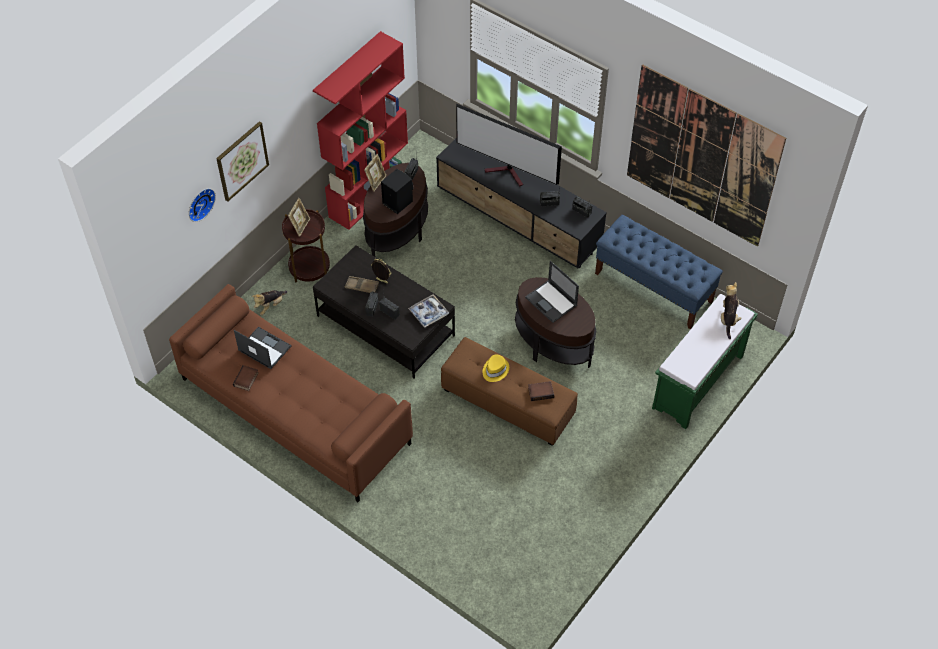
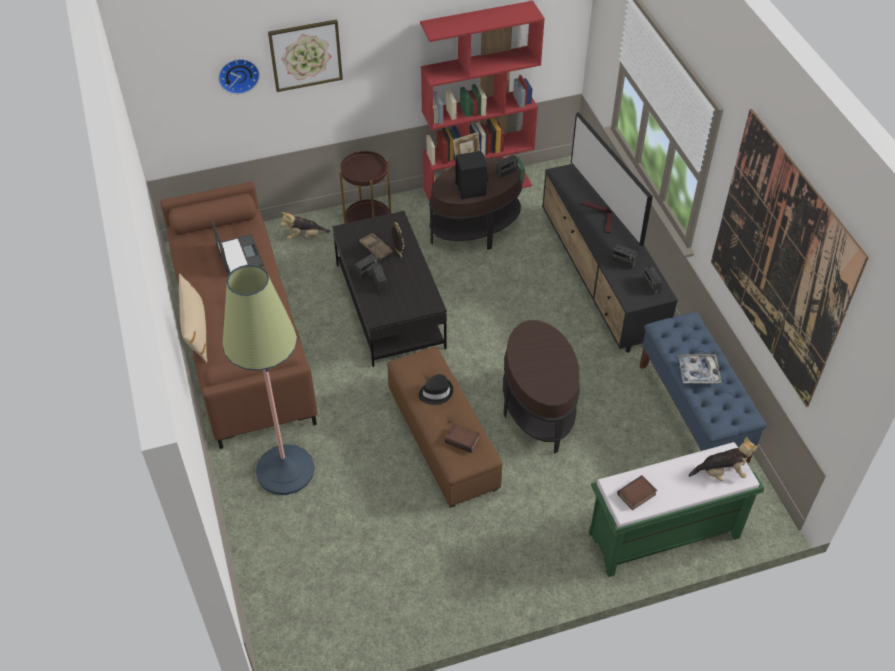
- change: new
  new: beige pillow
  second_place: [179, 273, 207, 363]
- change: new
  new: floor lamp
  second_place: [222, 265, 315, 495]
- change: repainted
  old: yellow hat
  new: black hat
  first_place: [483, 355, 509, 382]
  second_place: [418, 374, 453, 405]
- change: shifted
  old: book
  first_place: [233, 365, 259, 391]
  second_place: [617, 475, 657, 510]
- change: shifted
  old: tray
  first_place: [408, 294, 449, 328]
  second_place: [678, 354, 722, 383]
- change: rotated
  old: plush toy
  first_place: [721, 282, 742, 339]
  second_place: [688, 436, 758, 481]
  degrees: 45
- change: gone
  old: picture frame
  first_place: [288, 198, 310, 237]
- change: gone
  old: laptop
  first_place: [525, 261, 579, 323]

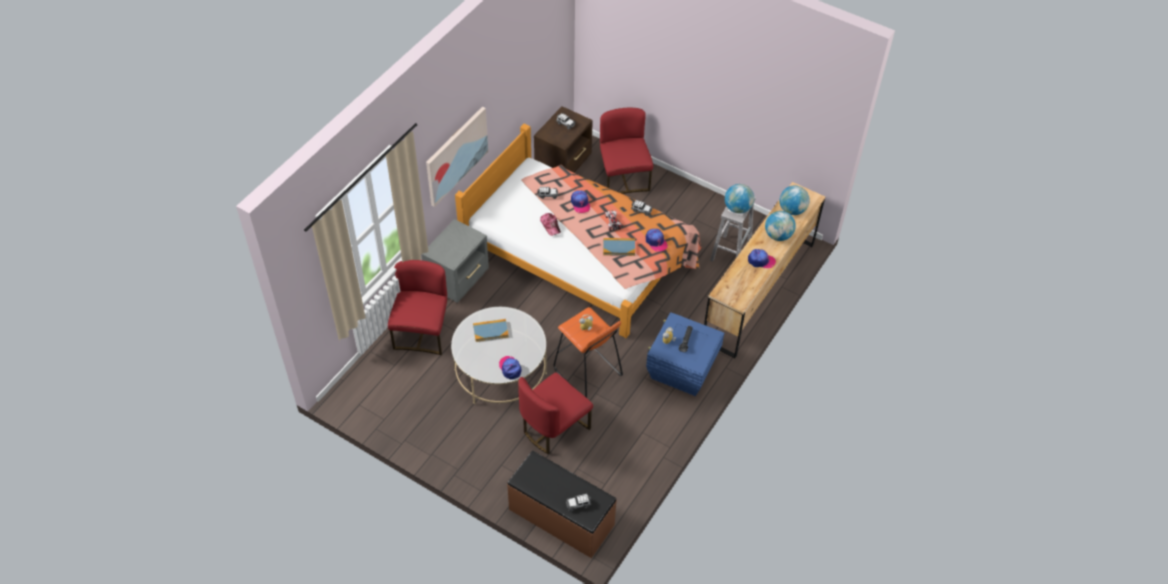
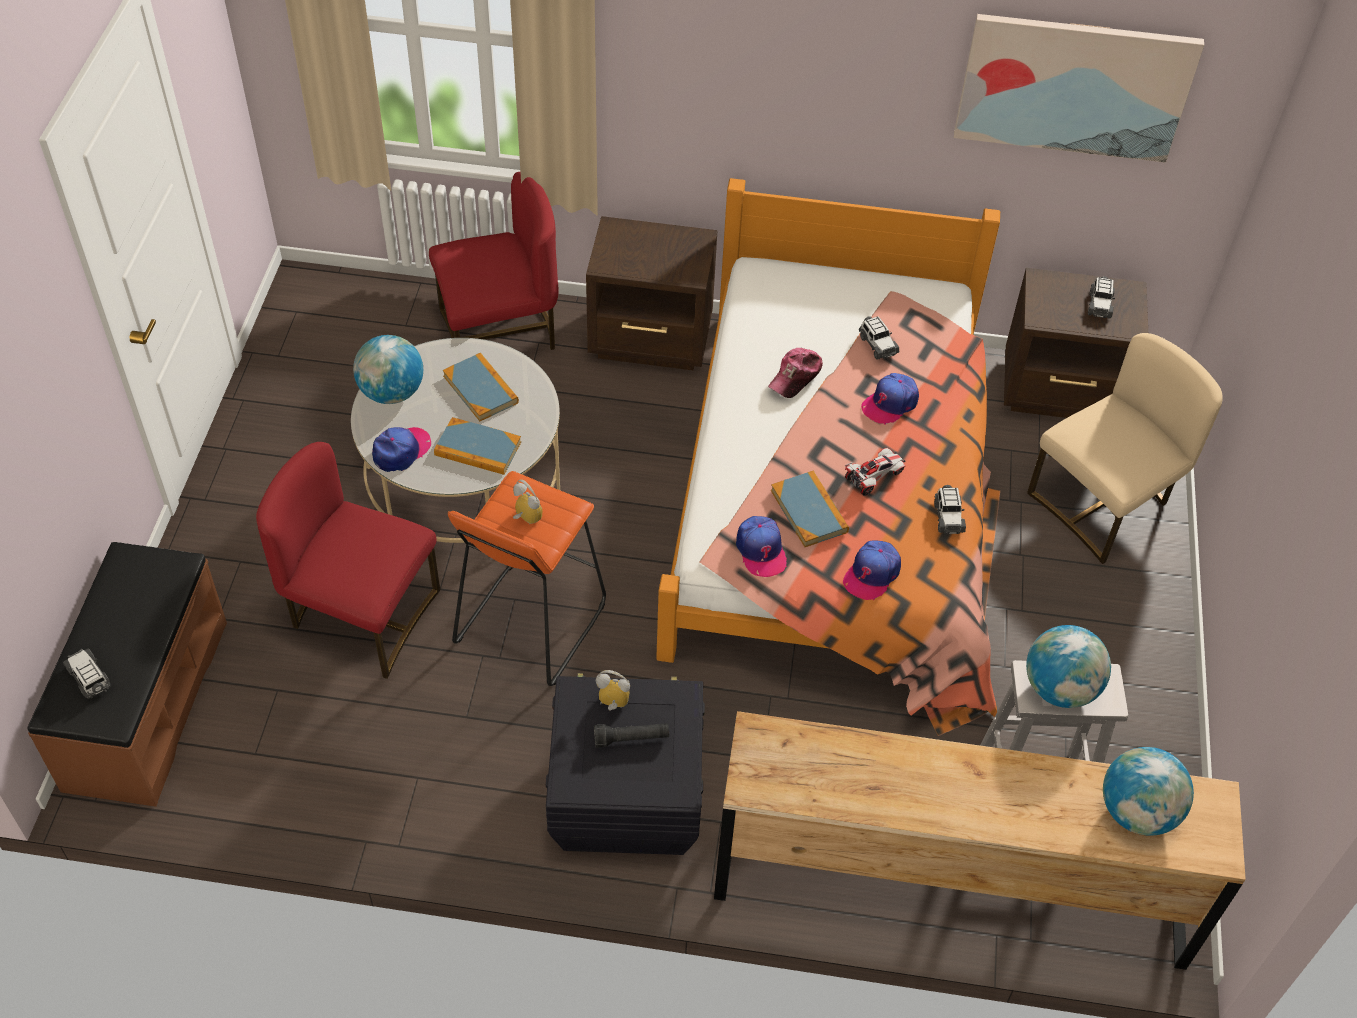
- change: shifted
  old: globe
  first_place: [765, 211, 796, 241]
  second_place: [353, 335, 423, 404]
- change: new
  new: book
  second_place: [434, 417, 521, 475]
- change: repainted
  old: blue storage box
  new: black storage box
  first_place: [646, 312, 724, 396]
  second_place: [546, 673, 705, 855]
- change: repainted
  old: grey nightstand
  new: brown nightstand
  first_place: [421, 219, 489, 303]
  second_place: [586, 216, 717, 370]
- change: shifted
  old: cap
  first_place: [748, 249, 776, 268]
  second_place: [736, 516, 787, 577]
- change: shifted
  old: picture
  first_place: [426, 107, 489, 207]
  second_place: [954, 14, 1204, 163]
- change: repainted
  old: red chair
  new: beige chair
  first_place: [600, 108, 653, 194]
  second_place: [1027, 333, 1223, 564]

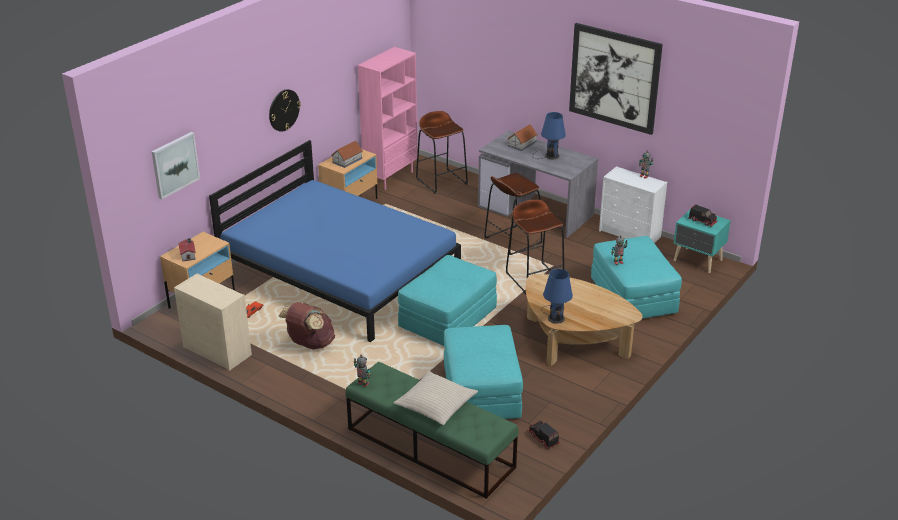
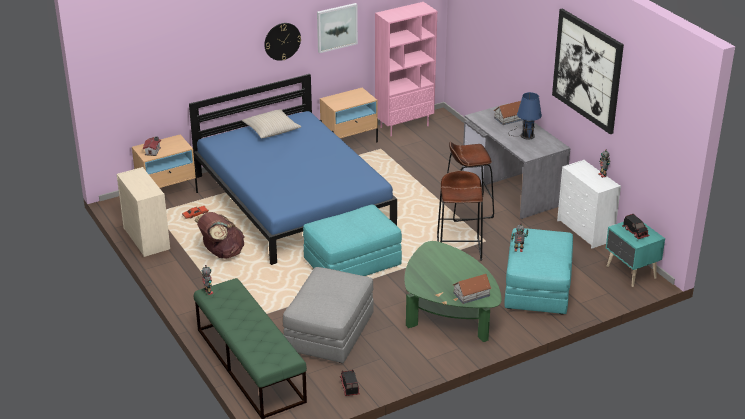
- change: shifted
  old: beige pillow
  first_place: [394, 371, 478, 425]
  second_place: [242, 109, 302, 138]
- change: repainted
  old: turquoise ottoman
  new: grey ottoman
  first_place: [444, 325, 523, 419]
  second_place: [283, 267, 374, 363]
- change: shifted
  old: picture
  first_place: [151, 132, 200, 200]
  second_place: [317, 3, 358, 53]
- change: repainted
  old: brown coffee table
  new: green coffee table
  first_place: [526, 274, 643, 366]
  second_place: [405, 241, 501, 342]
- change: shifted
  old: toy house
  first_place: [331, 141, 362, 168]
  second_place: [453, 274, 491, 304]
- change: gone
  old: brown stool
  first_place: [416, 111, 468, 194]
- change: gone
  old: blue table lamp
  first_place: [541, 269, 573, 324]

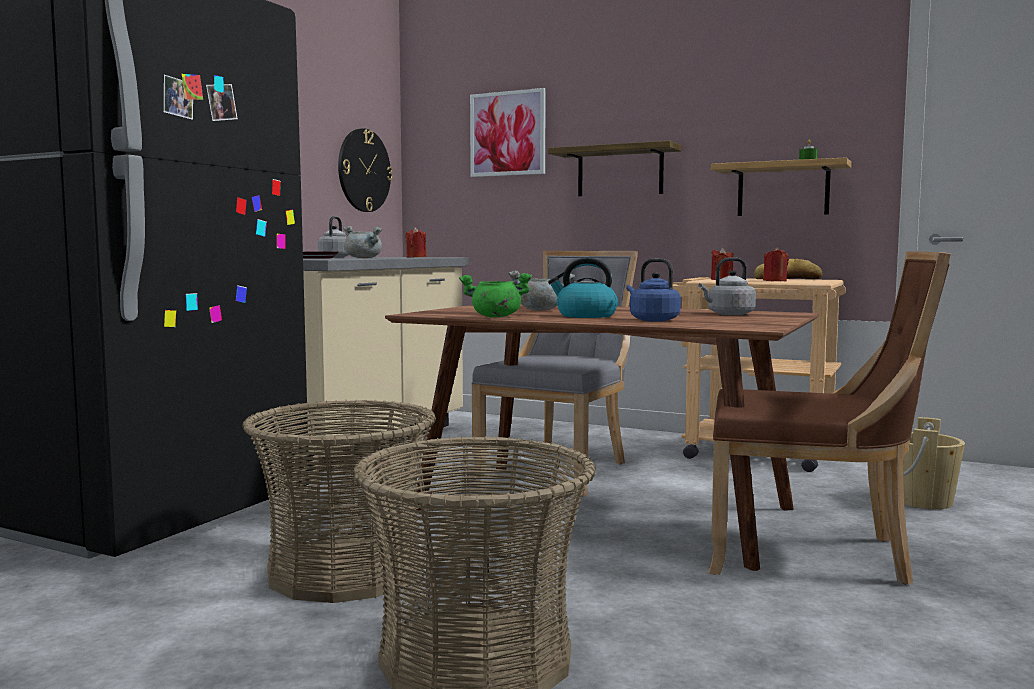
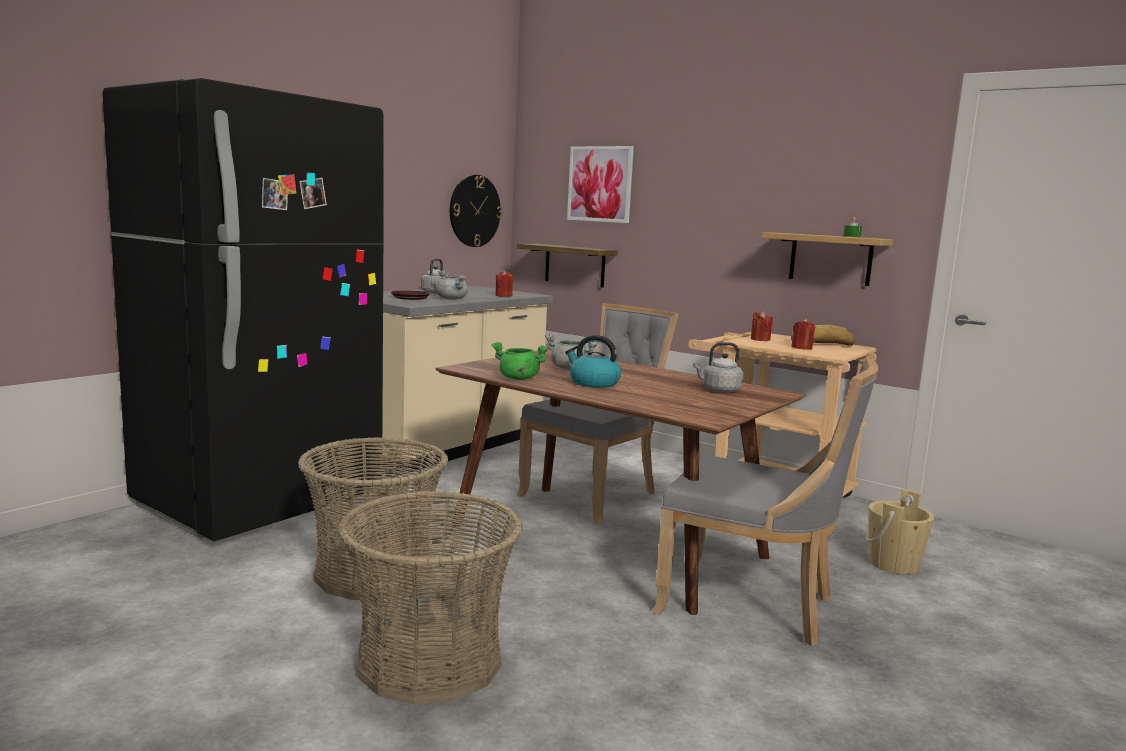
- change: shifted
  old: shelf
  first_place: [548, 141, 681, 196]
  second_place: [517, 244, 618, 288]
- change: repainted
  old: brown chair
  new: grey chair
  first_place: [709, 251, 951, 585]
  second_place: [652, 357, 878, 646]
- change: gone
  old: blue kettle
  first_place: [626, 258, 680, 322]

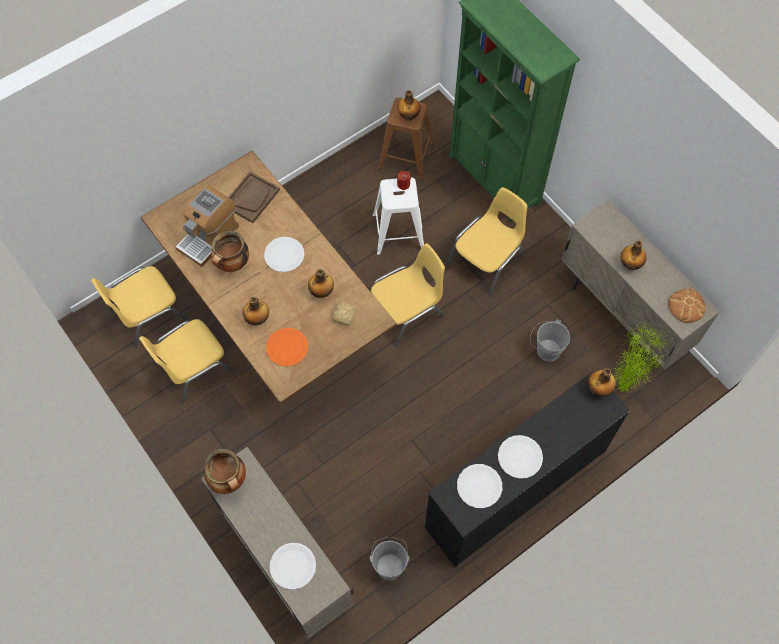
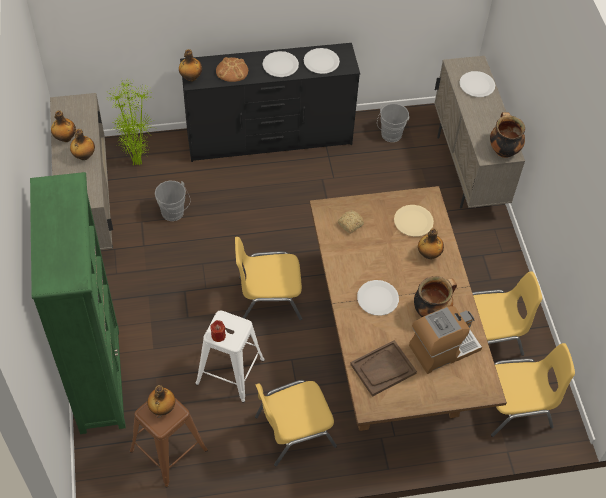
- change: shifted
  old: bottle
  first_place: [308, 269, 334, 298]
  second_place: [51, 111, 76, 142]
- change: shifted
  old: bread
  first_place: [668, 288, 706, 323]
  second_place: [216, 57, 248, 82]
- change: shifted
  old: yellow chair
  first_place: [447, 187, 527, 295]
  second_place: [255, 380, 337, 466]
- change: repainted
  old: orange plate
  new: beige plate
  first_place: [266, 328, 308, 366]
  second_place: [394, 205, 434, 237]

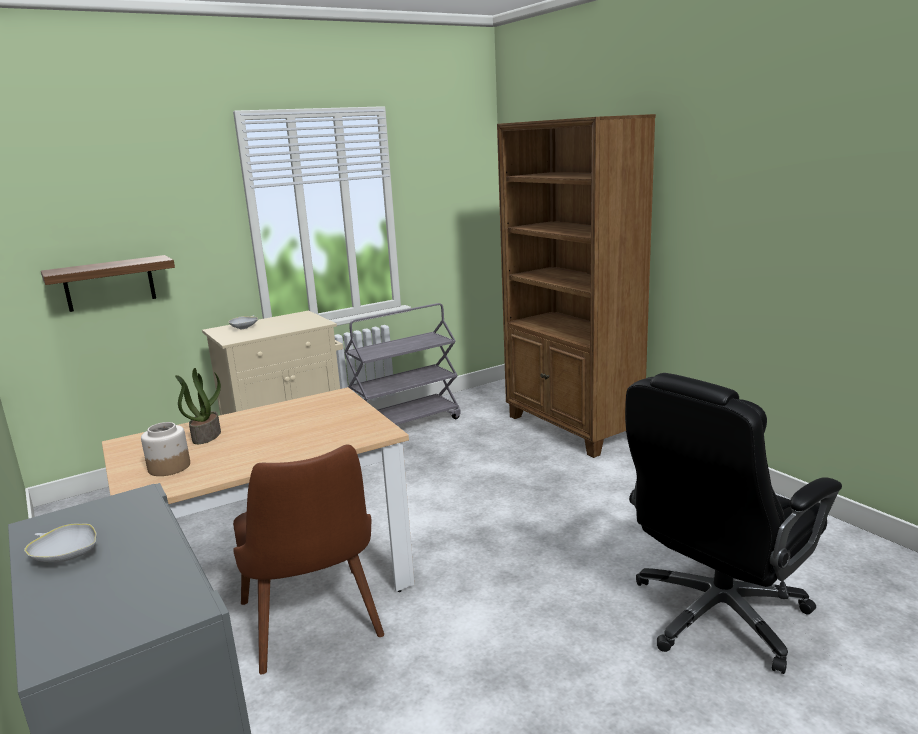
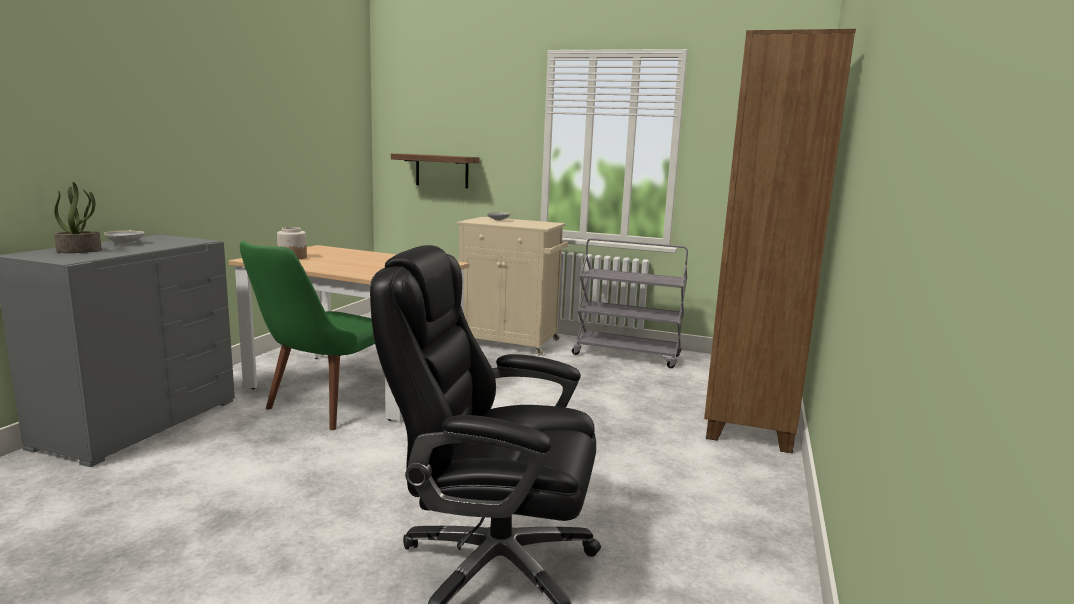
- change: shifted
  old: potted plant
  first_place: [175, 368, 221, 444]
  second_place: [54, 182, 102, 253]
- change: repainted
  old: brown chair
  new: green chair
  first_place: [233, 445, 384, 674]
  second_place: [240, 241, 375, 430]

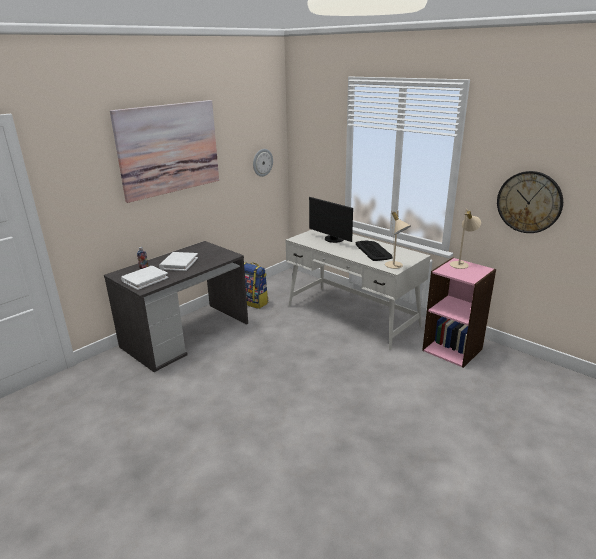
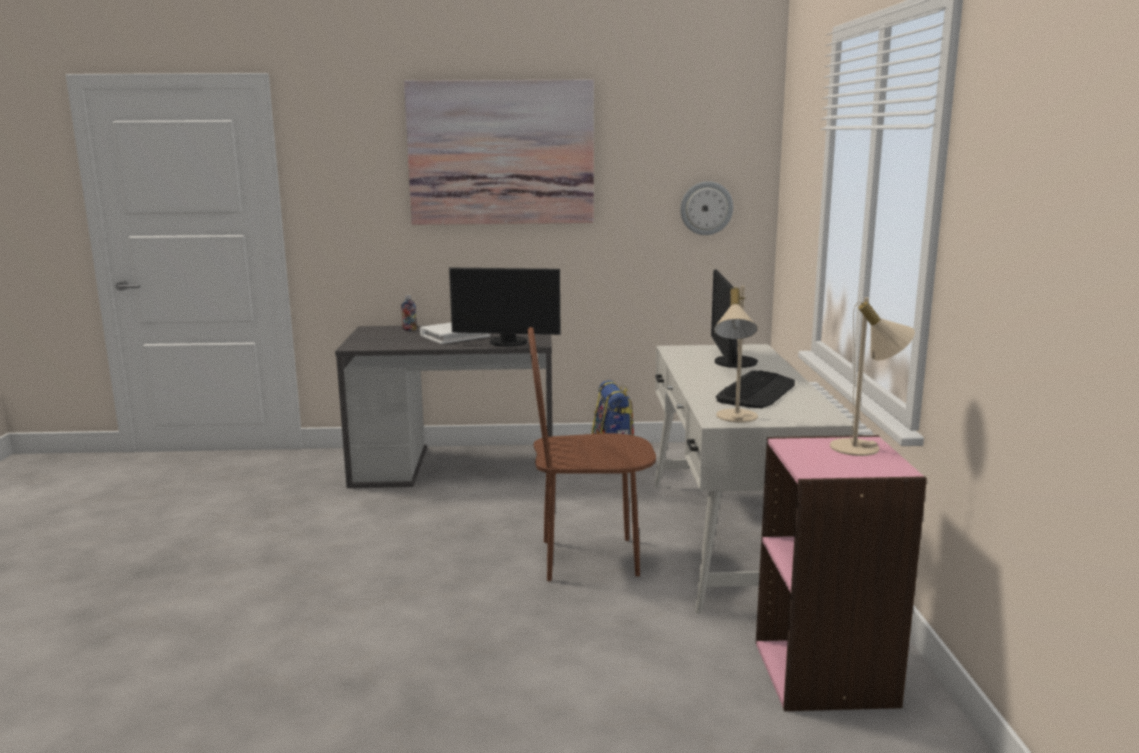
- change: new
  new: monitor
  second_place: [449, 268, 561, 347]
- change: new
  new: brown chair
  second_place: [528, 327, 656, 582]
- change: gone
  old: white book
  first_place: [121, 266, 168, 290]
- change: gone
  old: wall clock
  first_place: [497, 171, 563, 233]

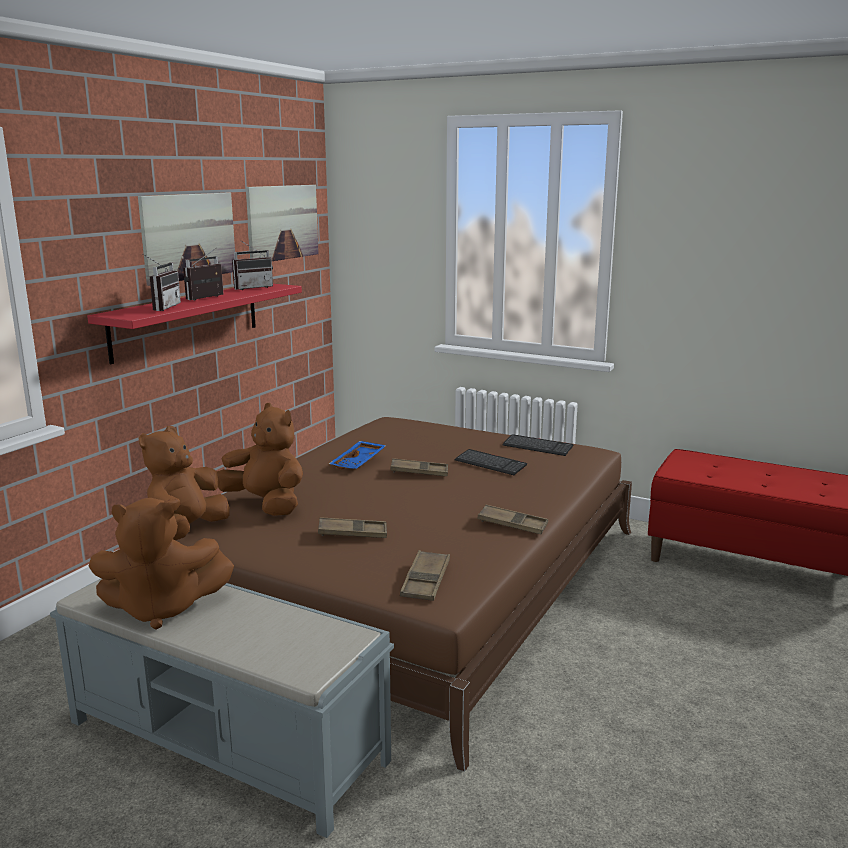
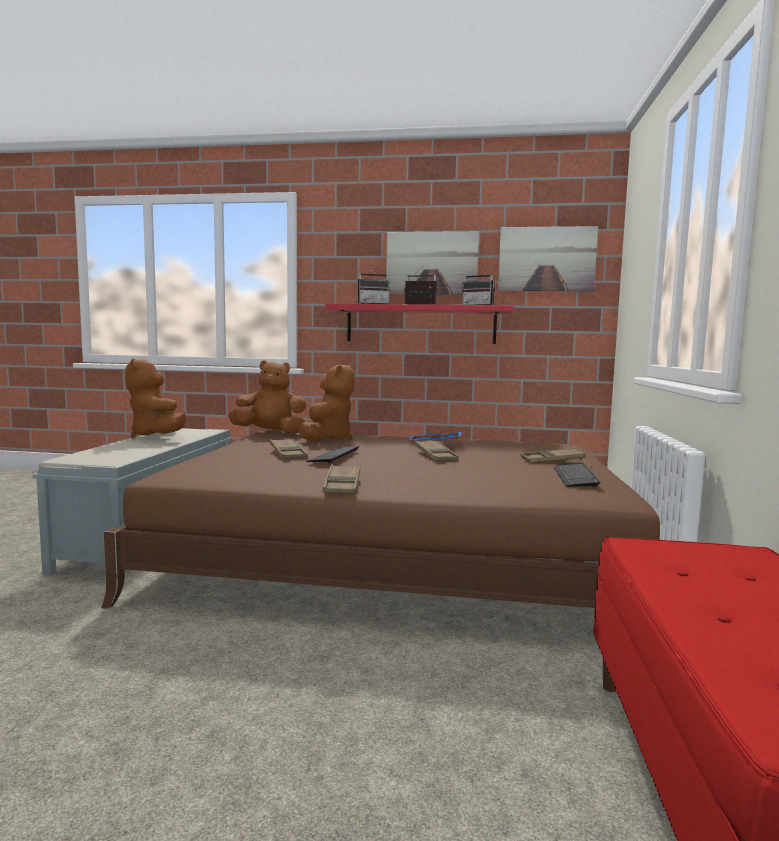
- change: shifted
  old: keyboard
  first_place: [455, 449, 527, 475]
  second_place: [306, 446, 359, 464]
- change: shifted
  old: brown tray
  first_place: [400, 550, 450, 601]
  second_place: [521, 448, 586, 463]

